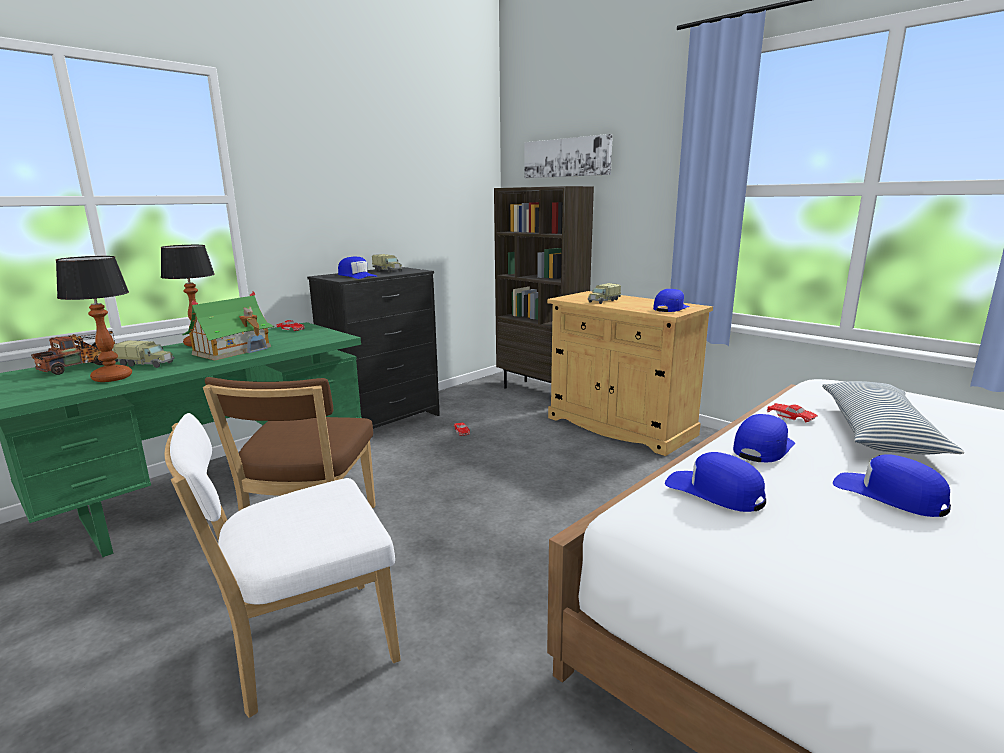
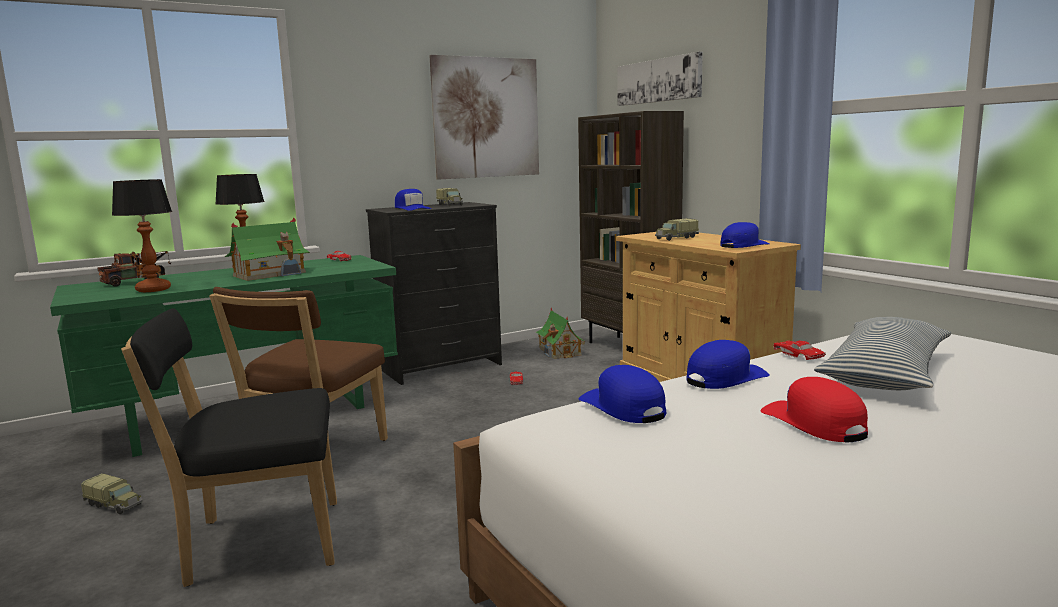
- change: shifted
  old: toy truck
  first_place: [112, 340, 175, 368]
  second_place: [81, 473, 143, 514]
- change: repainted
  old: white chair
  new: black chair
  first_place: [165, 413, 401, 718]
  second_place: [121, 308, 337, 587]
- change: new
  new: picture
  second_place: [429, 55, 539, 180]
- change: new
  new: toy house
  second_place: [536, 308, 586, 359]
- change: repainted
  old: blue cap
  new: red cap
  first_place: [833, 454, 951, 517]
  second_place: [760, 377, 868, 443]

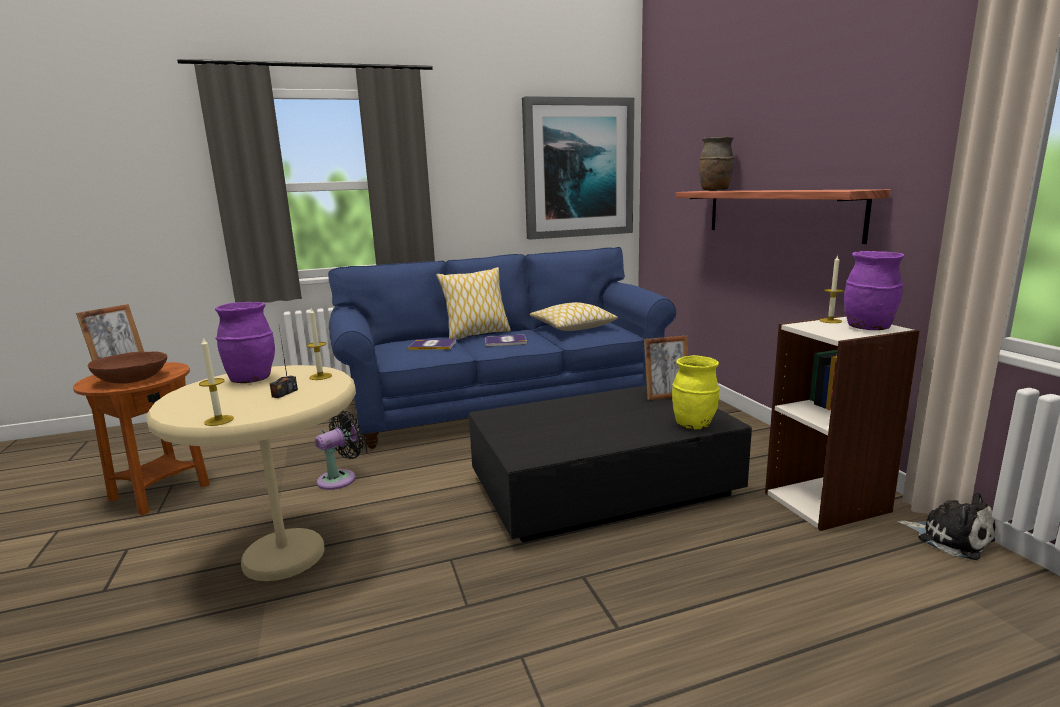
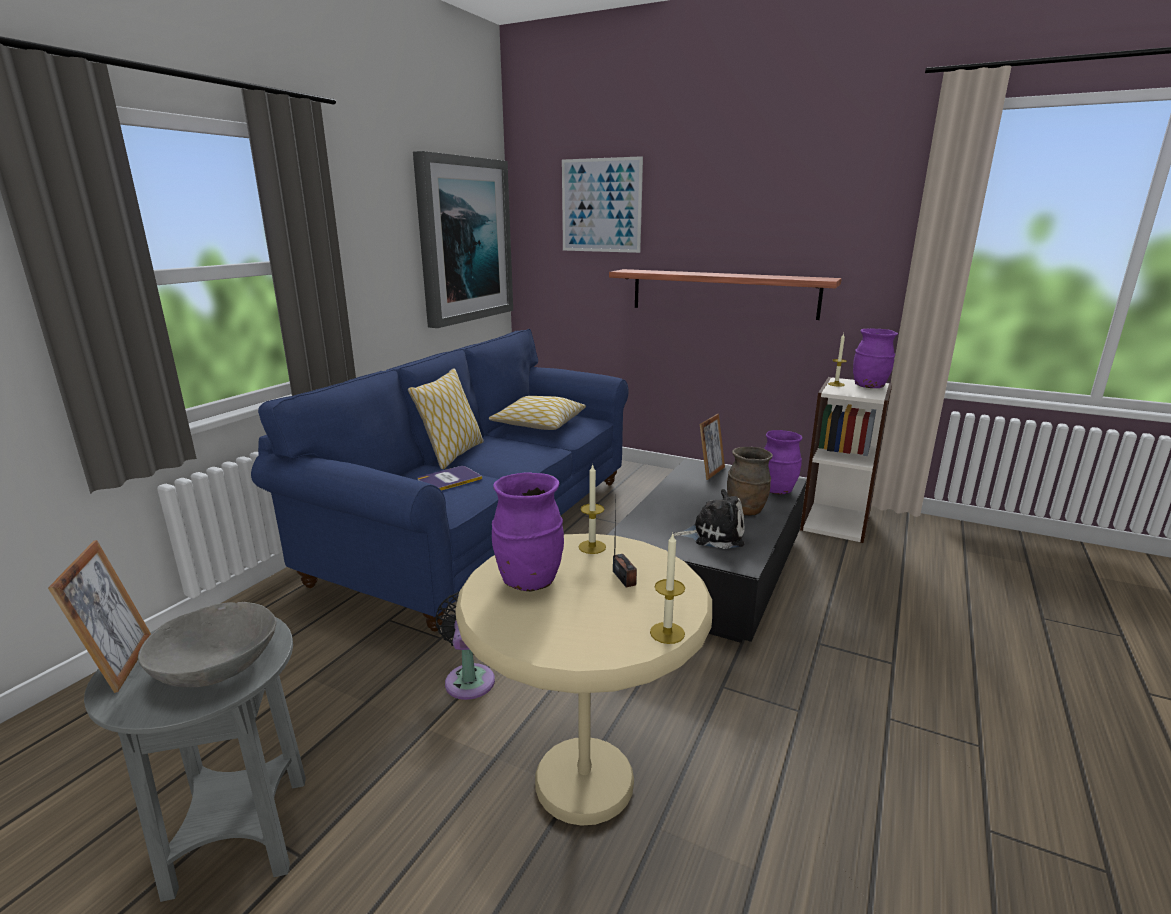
- change: repainted
  old: brown side table
  new: grey side table
  first_place: [73, 362, 210, 516]
  second_place: [84, 617, 306, 902]
- change: repainted
  old: brown bowl
  new: grey bowl
  first_place: [88, 351, 167, 384]
  second_place: [138, 602, 277, 687]
- change: new
  new: picture
  second_place: [562, 156, 643, 253]
- change: shifted
  old: plush toy
  first_place: [897, 493, 995, 560]
  second_place: [674, 489, 745, 549]
- change: shifted
  old: brown vase
  first_place: [699, 137, 734, 191]
  second_place: [727, 447, 773, 516]
- change: repainted
  old: yellow vase
  new: purple vase
  first_place: [672, 355, 720, 429]
  second_place: [764, 430, 802, 495]
- change: gone
  old: book
  first_place: [485, 335, 527, 346]

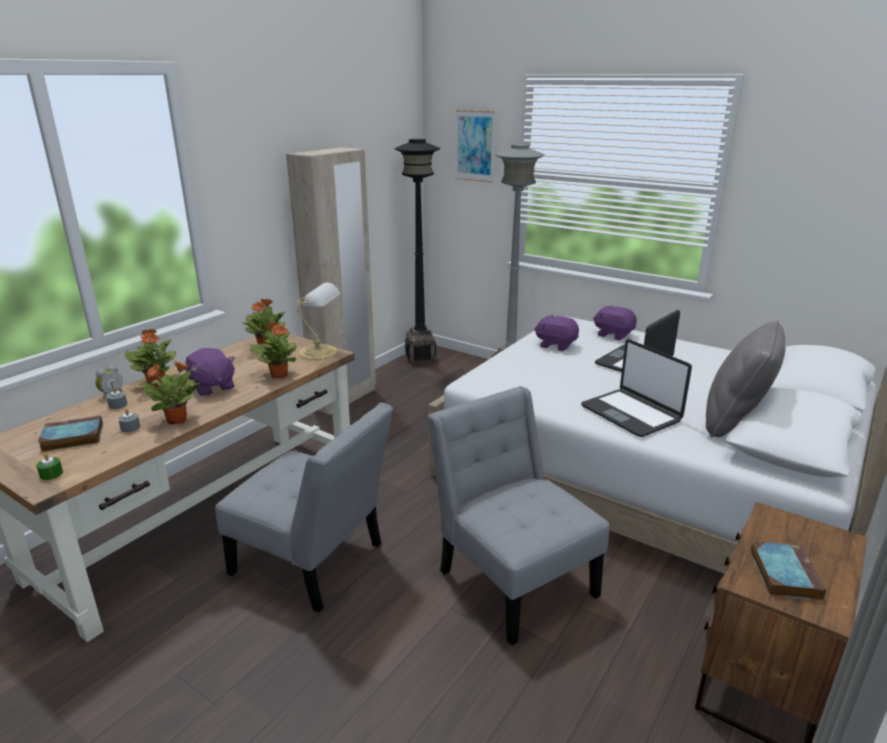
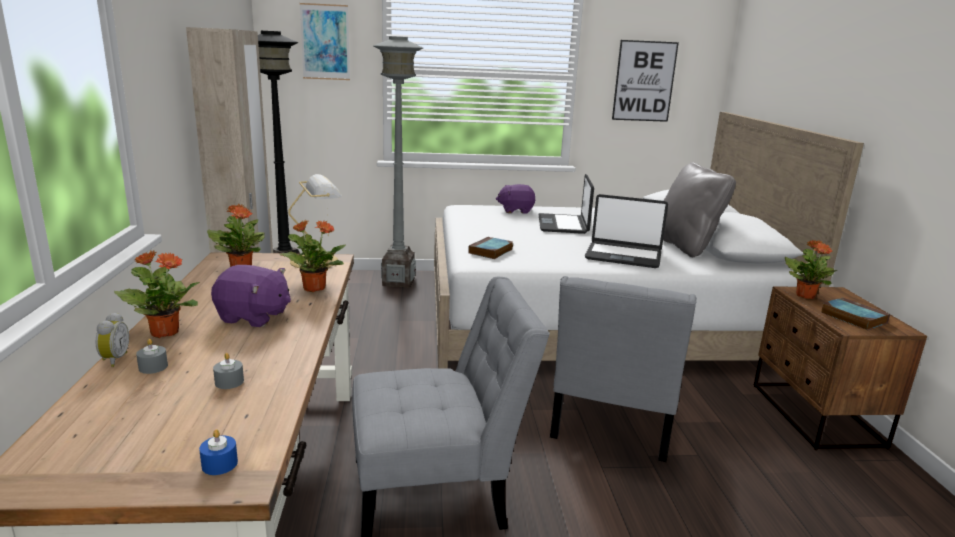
- change: repainted
  old: green candle
  new: blue candle
  first_place: [36, 453, 63, 480]
  second_place: [199, 429, 238, 475]
- change: shifted
  old: book
  first_place: [38, 416, 103, 452]
  second_place: [468, 237, 513, 259]
- change: rotated
  old: grey chair
  first_place: [427, 386, 610, 646]
  second_place: [550, 276, 697, 462]
  degrees: -90
- change: new
  new: picture
  second_place: [612, 40, 679, 122]
- change: shifted
  old: potted plant
  first_place: [139, 361, 200, 425]
  second_place: [785, 240, 837, 299]
- change: gone
  old: purple plush toy
  first_place: [534, 315, 579, 351]

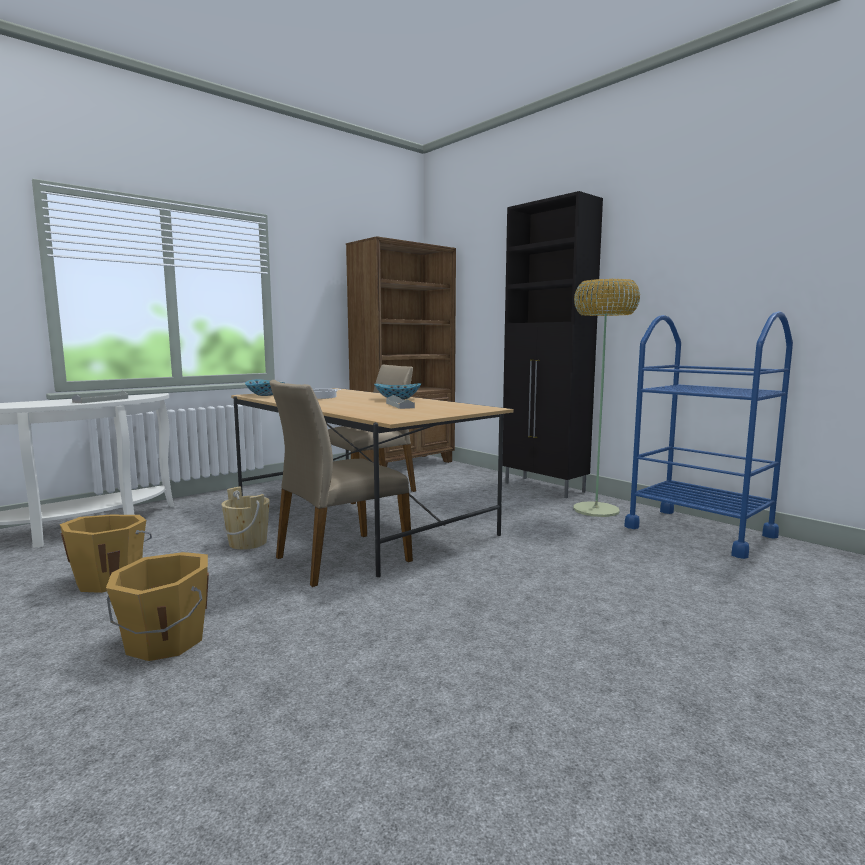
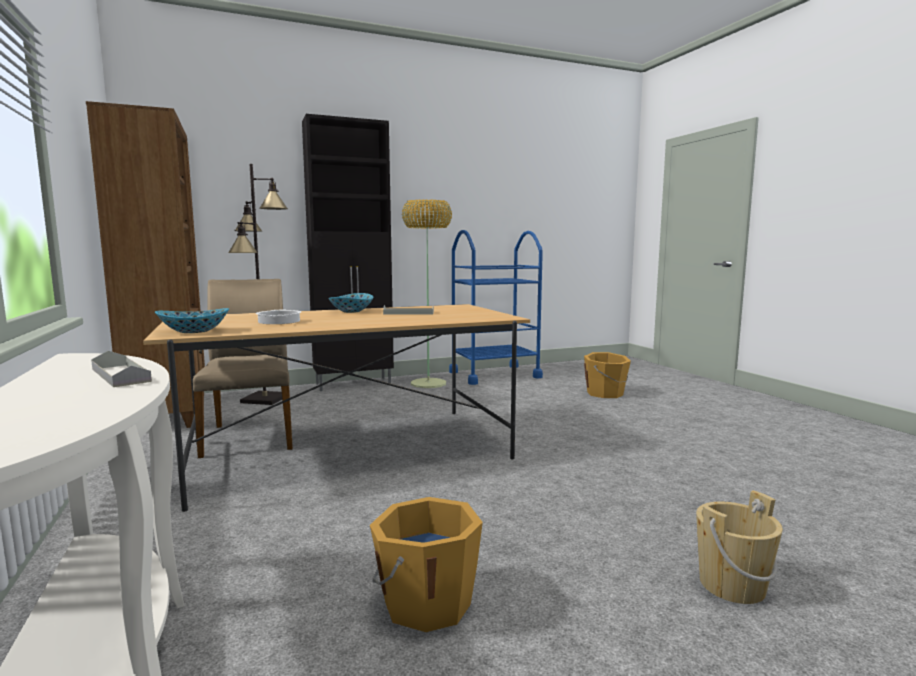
- change: new
  new: black floor lamp
  second_place: [228, 164, 288, 405]
- change: shifted
  old: orange bucket
  first_place: [106, 552, 209, 661]
  second_place: [584, 352, 631, 398]
- change: shifted
  old: beige bucket
  first_place: [221, 487, 270, 550]
  second_place: [696, 490, 783, 604]
- change: gone
  old: beige chair
  first_place: [270, 380, 413, 587]

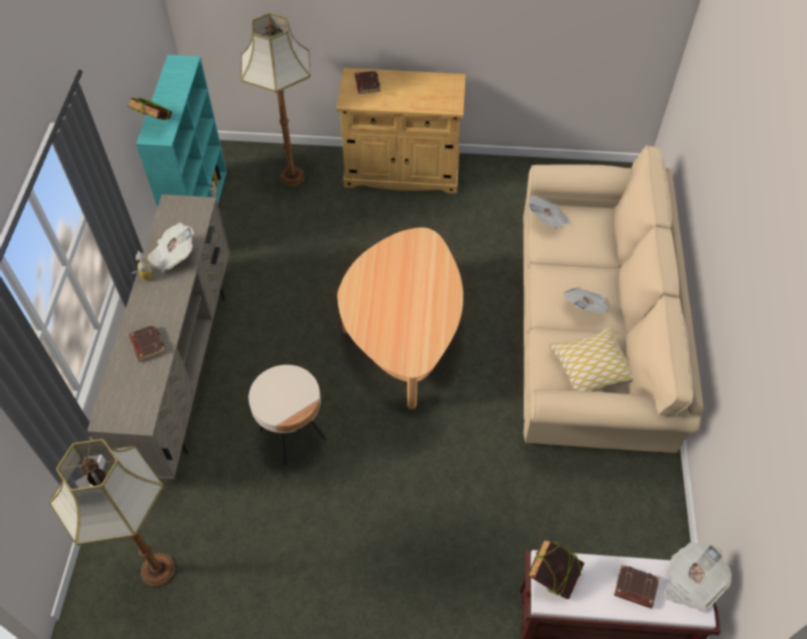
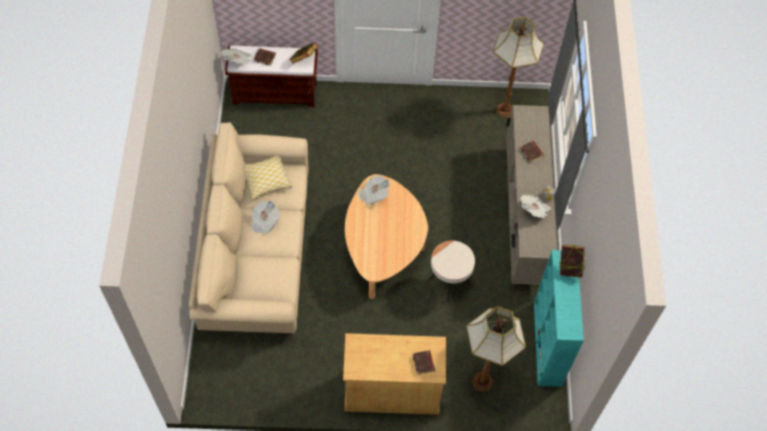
- change: shifted
  old: newspaper
  first_place: [527, 195, 571, 229]
  second_place: [358, 175, 390, 206]
- change: shifted
  old: beige side table
  first_place: [249, 365, 327, 465]
  second_place: [427, 241, 475, 303]

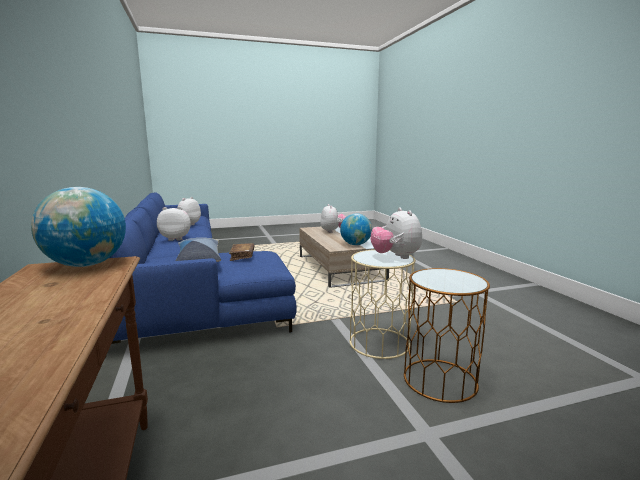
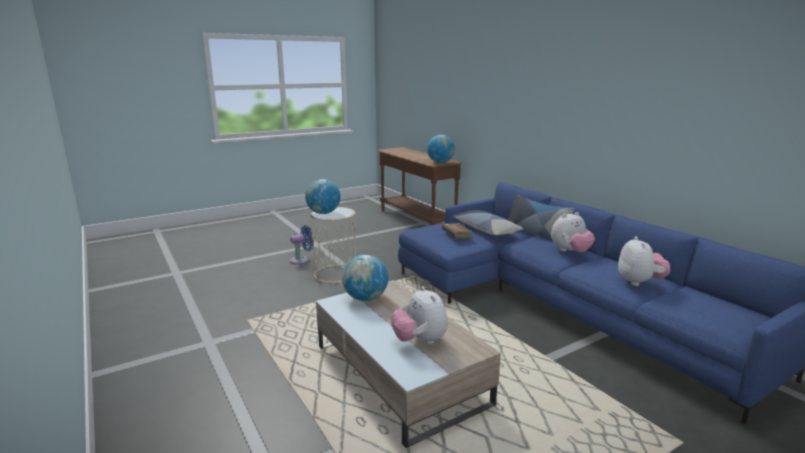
- change: swapped
  old: brown side table
  new: blue fan
  first_place: [404, 268, 490, 403]
  second_place: [290, 225, 313, 265]
- change: swapped
  old: plush toy
  new: globe
  first_place: [370, 208, 422, 259]
  second_place: [305, 179, 340, 214]
- change: new
  new: pillow
  second_place: [508, 194, 575, 240]

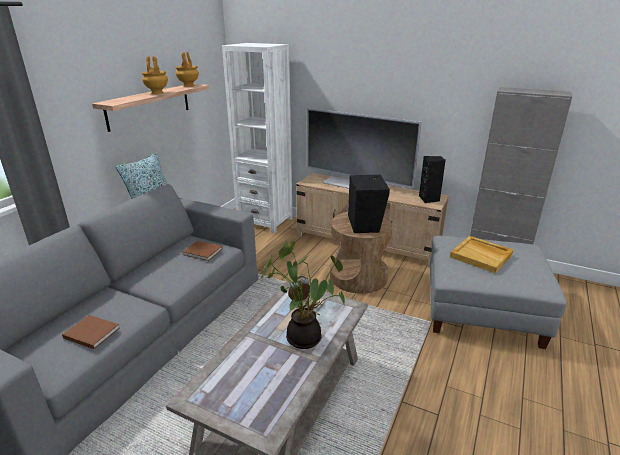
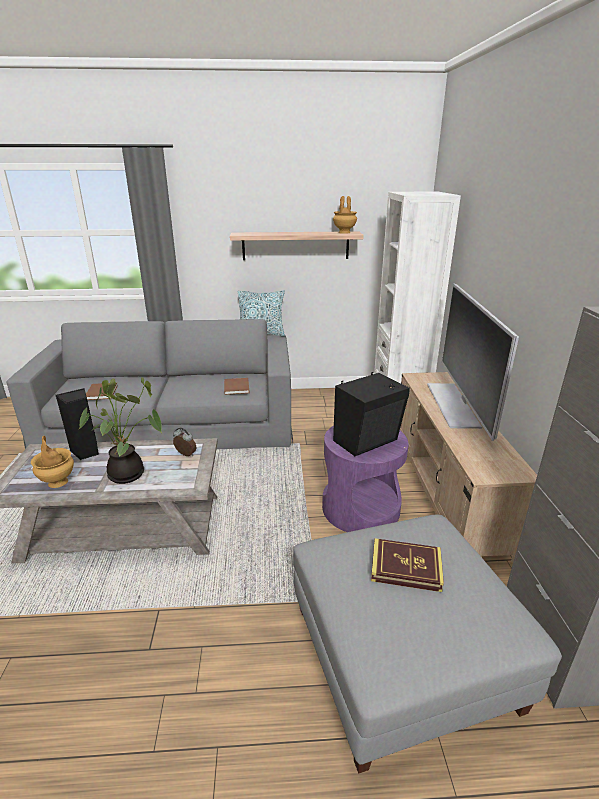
- change: shifted
  old: brown vase
  first_place: [142, 56, 168, 94]
  second_place: [31, 436, 74, 488]
- change: shifted
  old: black speaker
  first_place: [419, 156, 446, 203]
  second_place: [56, 388, 99, 460]
- change: repainted
  old: brown side table
  new: purple side table
  first_place: [330, 212, 393, 294]
  second_place: [322, 426, 409, 532]
- change: swapped
  old: beige tray
  new: book
  first_place: [450, 236, 513, 274]
  second_place: [371, 538, 444, 592]

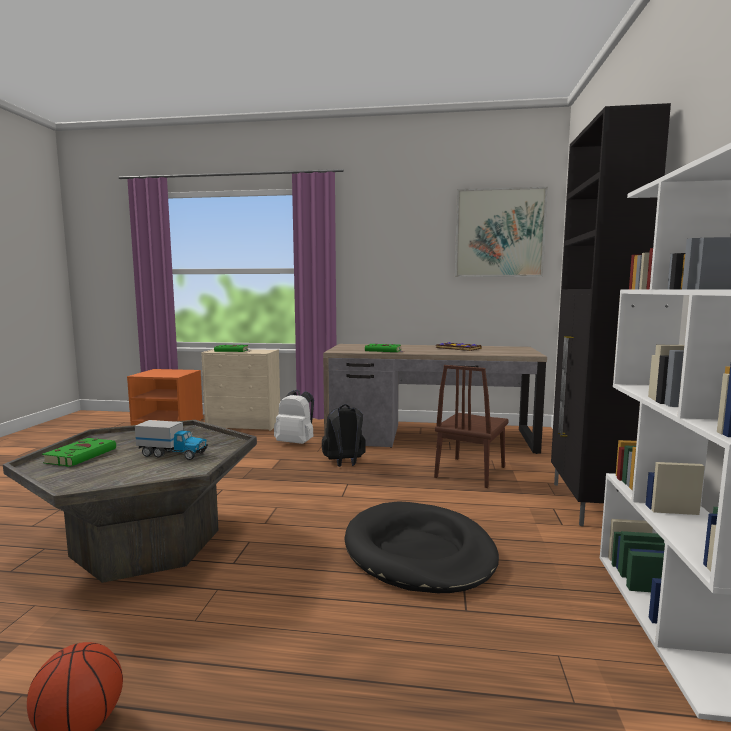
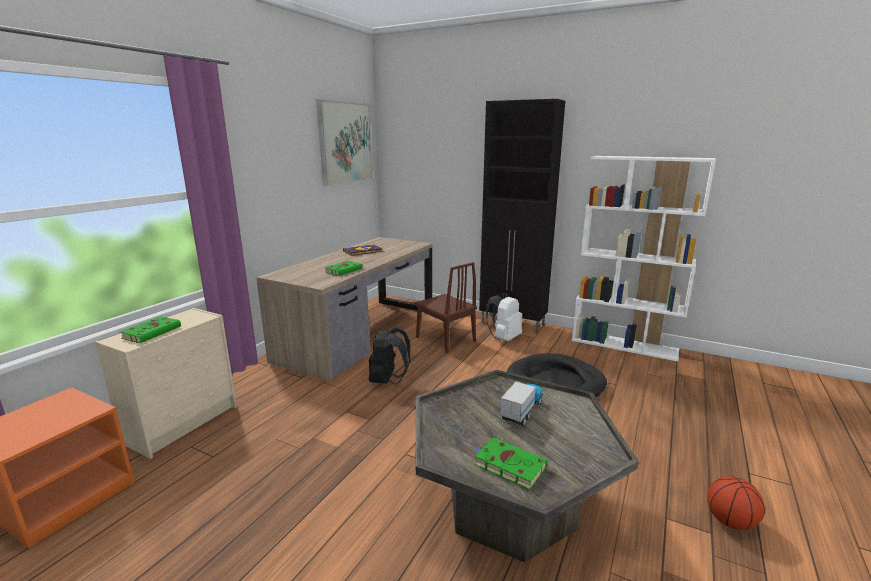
- change: shifted
  old: white backpack
  first_place: [274, 389, 314, 444]
  second_place: [486, 292, 522, 341]

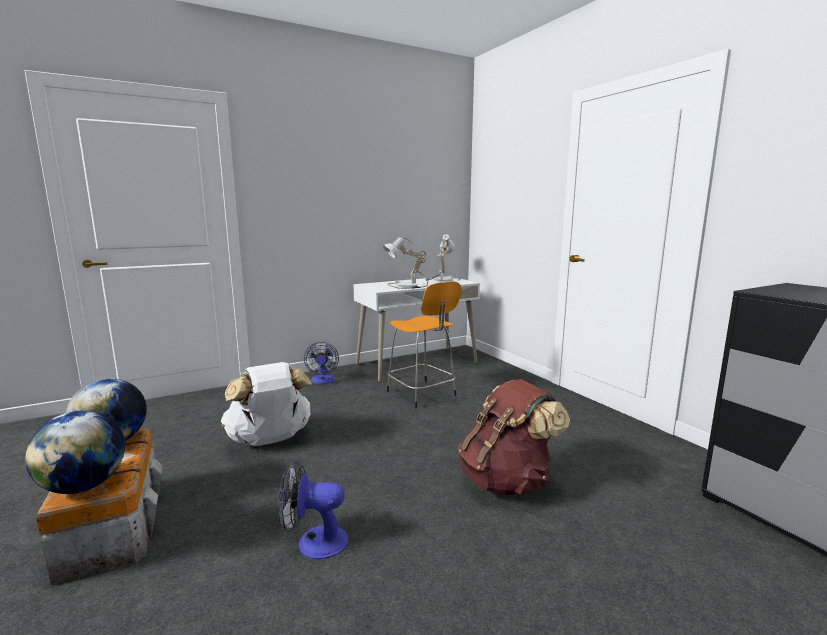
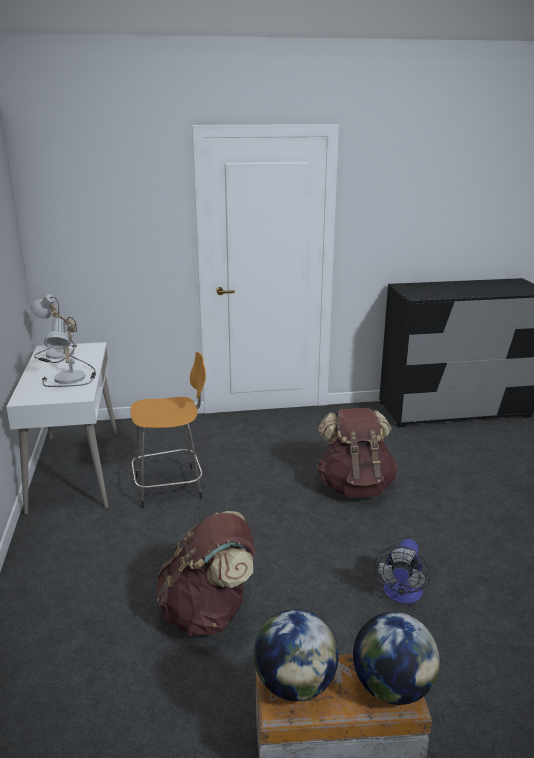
- change: repainted
  old: white backpack
  new: brown backpack
  first_place: [221, 362, 312, 446]
  second_place: [157, 511, 255, 636]
- change: gone
  old: fan
  first_place: [304, 342, 339, 384]

